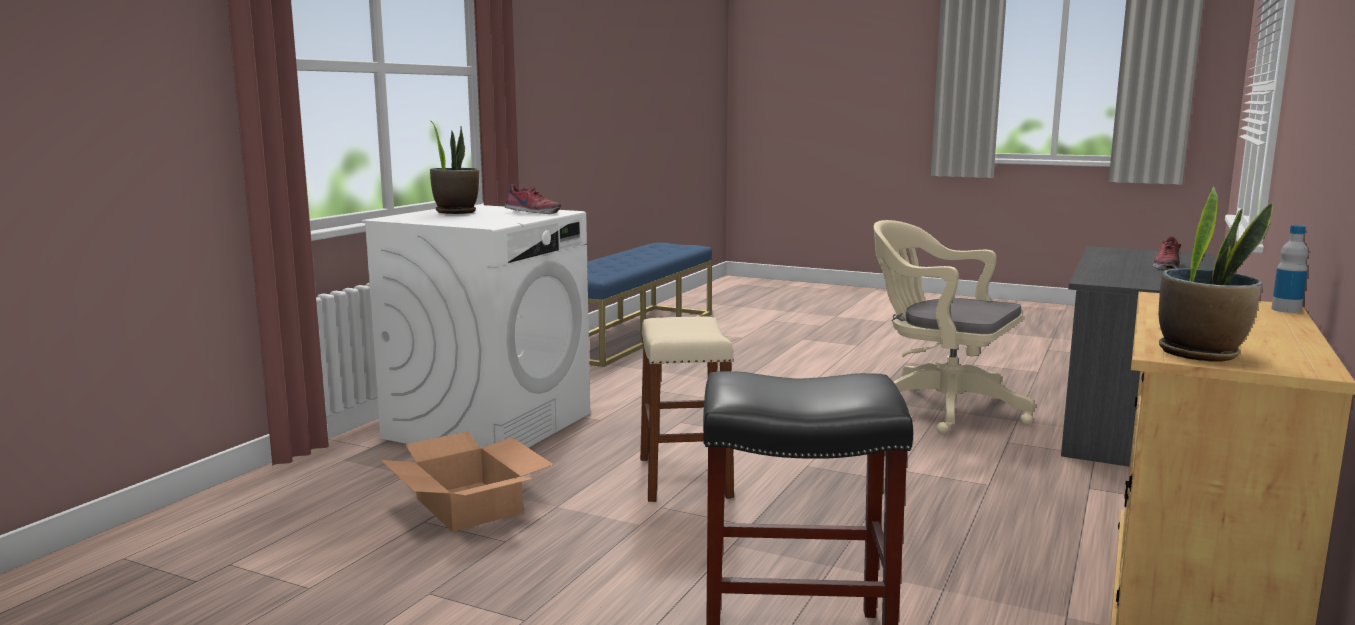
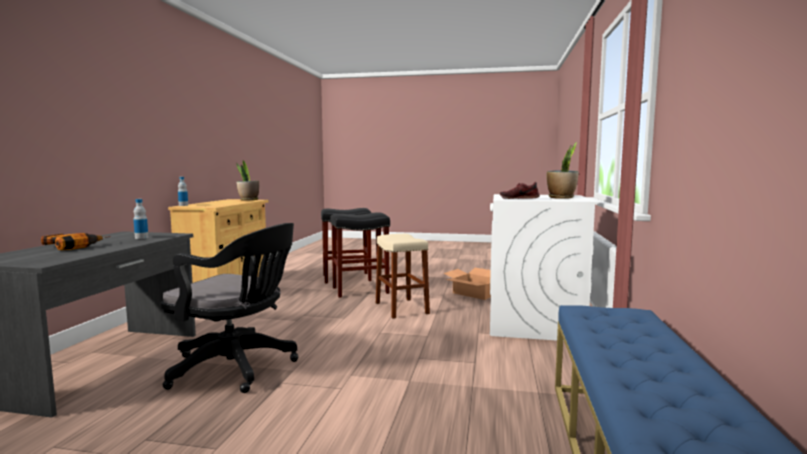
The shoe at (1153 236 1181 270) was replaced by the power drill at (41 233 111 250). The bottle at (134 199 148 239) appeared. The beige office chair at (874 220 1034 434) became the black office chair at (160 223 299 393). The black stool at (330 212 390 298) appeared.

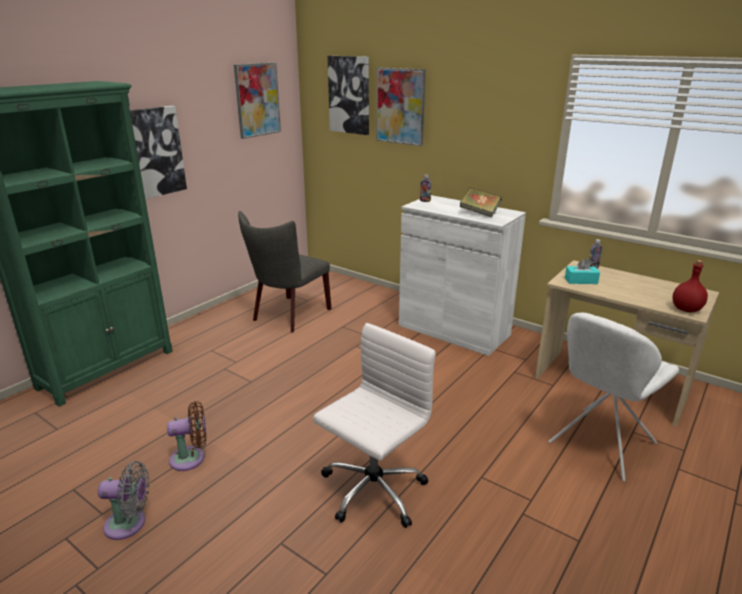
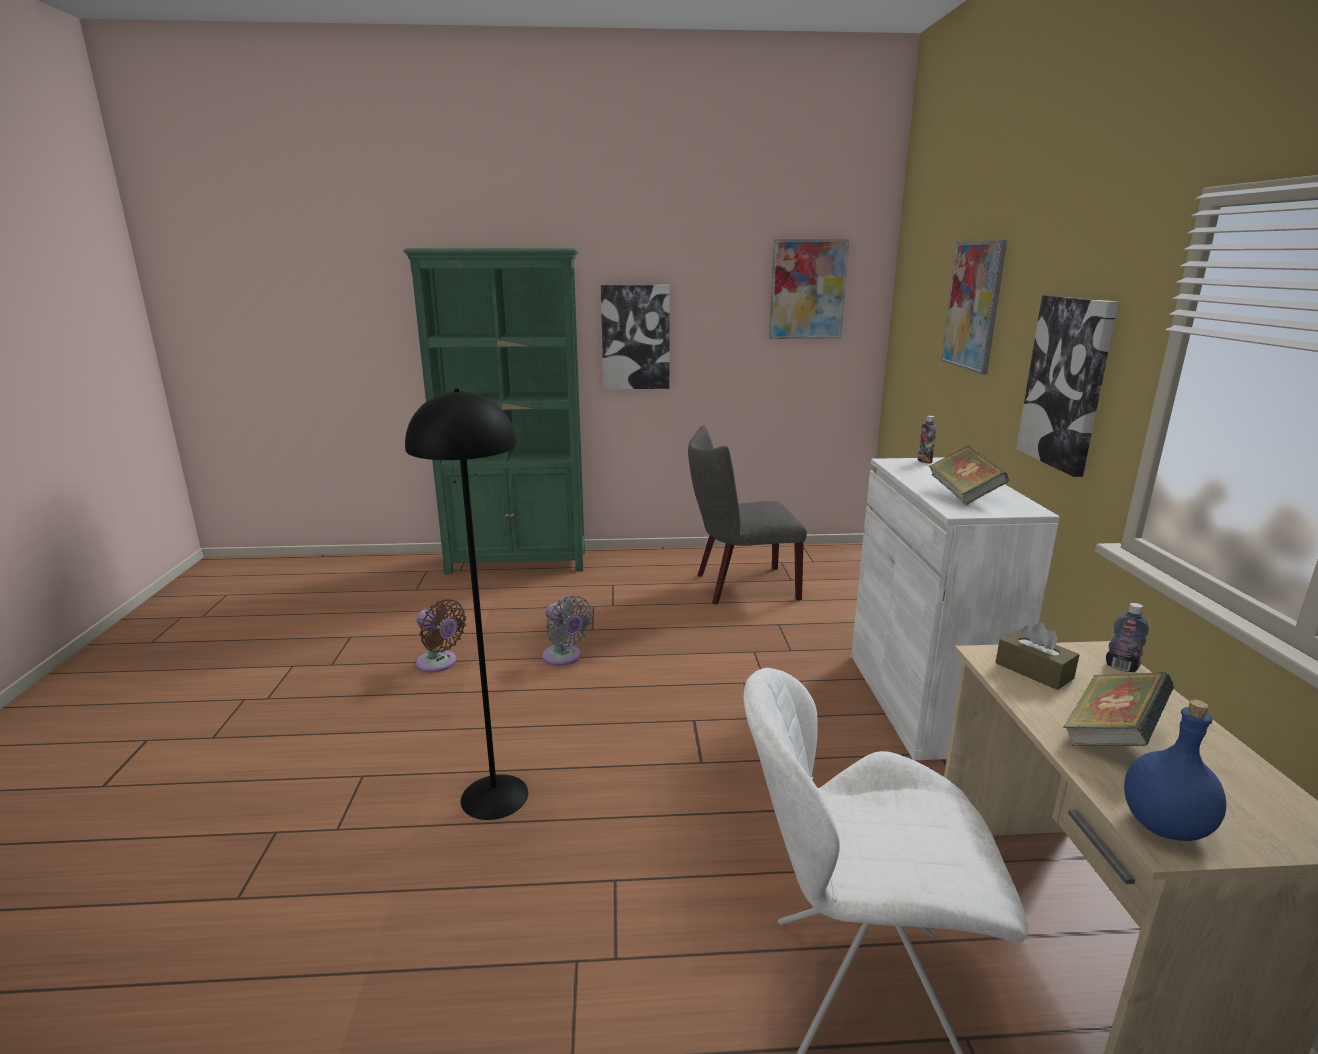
The white office chair at (313 323 435 528) was replaced by the black floor lamp at (405 388 528 820). The grey fan moved from (98 461 149 540) to (542 596 593 666). The turquoise tissue box at (565 258 600 284) became the brown tissue box at (995 622 1079 690). The picture moved from (327 56 369 135) to (1016 295 1118 477). The book at (1063 672 1174 746) appeared. The red bottle at (672 260 708 313) became the blue bottle at (1124 700 1226 841).

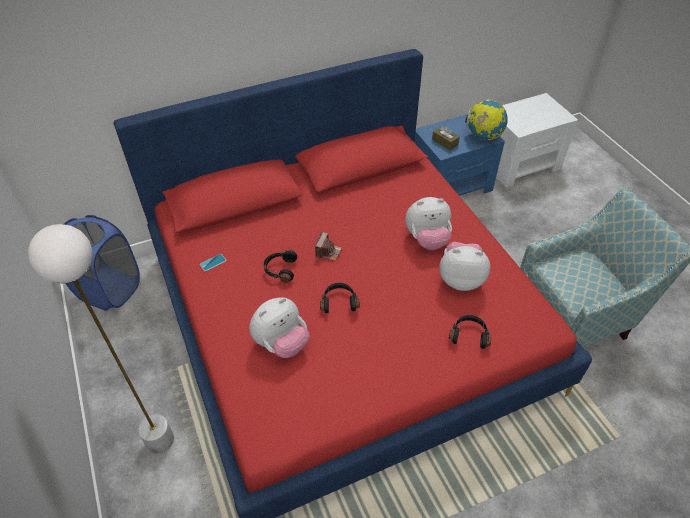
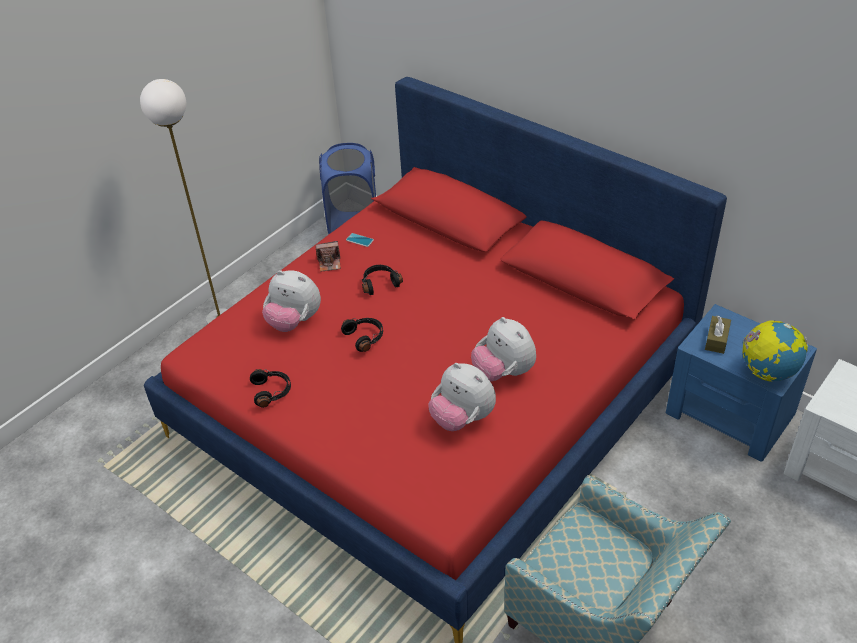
The black headphones moved from (449 315 491 349) to (250 369 291 408). The photo camera moved from (315 232 342 261) to (315 241 341 272). The plush toy at (439 242 490 291) turned 150 degrees clockwise.

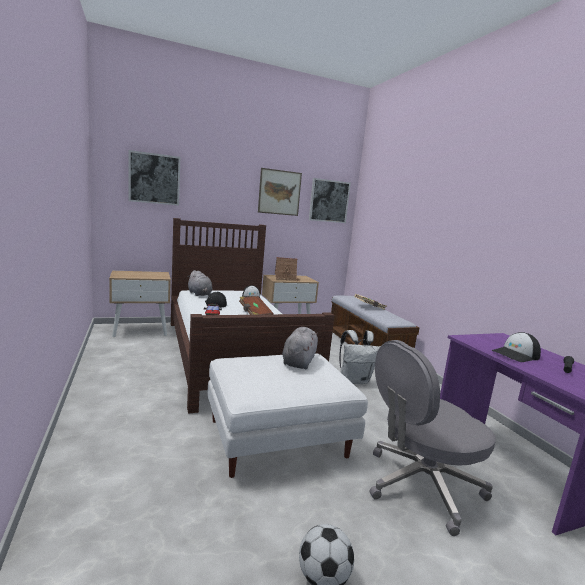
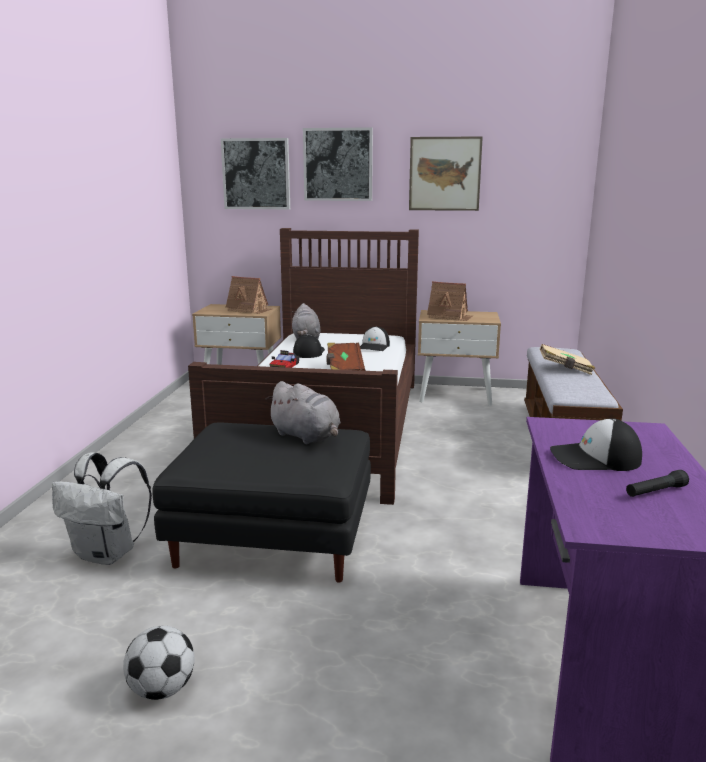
The white backpack moved from (339 330 381 384) to (52 452 152 565). The white ottoman at (208 353 368 478) became the black ottoman at (152 423 371 583). The toy house at (226 276 272 314) appeared. The grey plush toy at (282 327 318 369) turned 90 degrees clockwise. The picture moved from (309 178 351 223) to (303 127 373 201). The grey office chair at (370 340 496 536) disappeared.

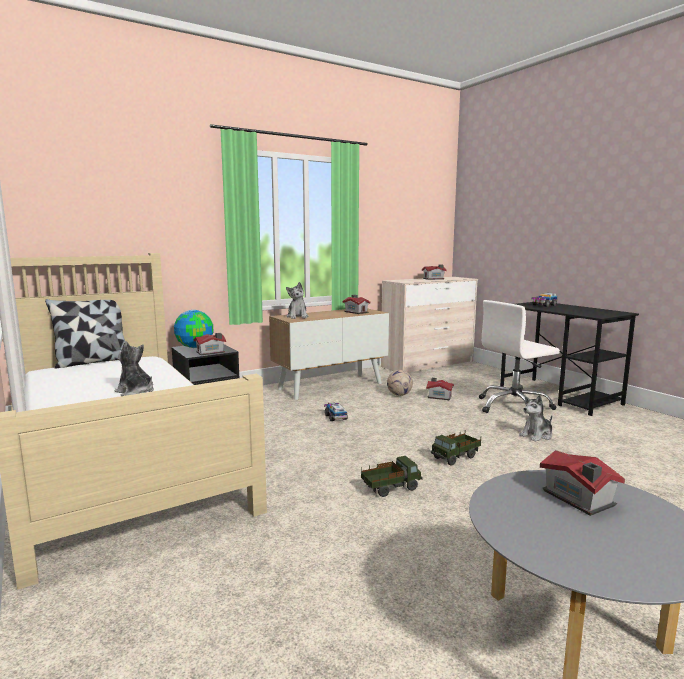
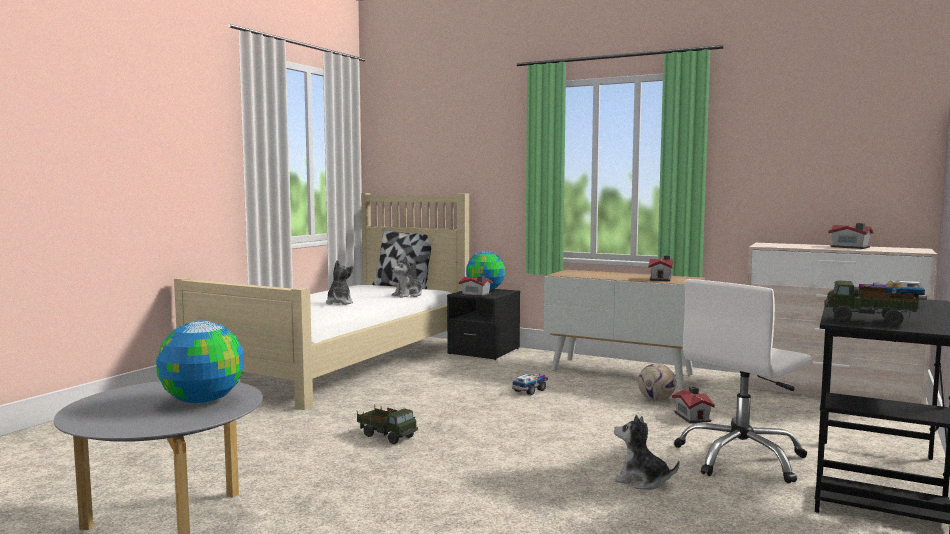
The toy house at (540 450 625 516) was replaced by the globe at (156 321 244 404). The plush toy moved from (286 282 308 319) to (392 256 425 298). The white office chair at (479 300 560 413) turned 75 degrees counterclockwise. The toy truck moved from (431 433 481 466) to (824 280 919 326).

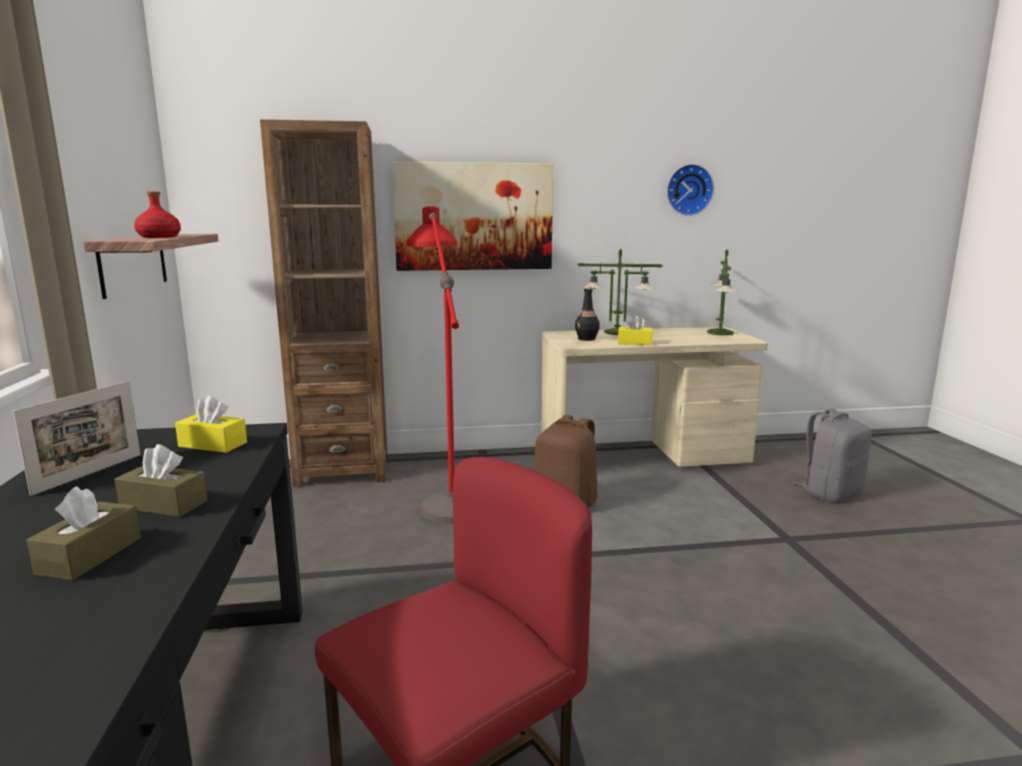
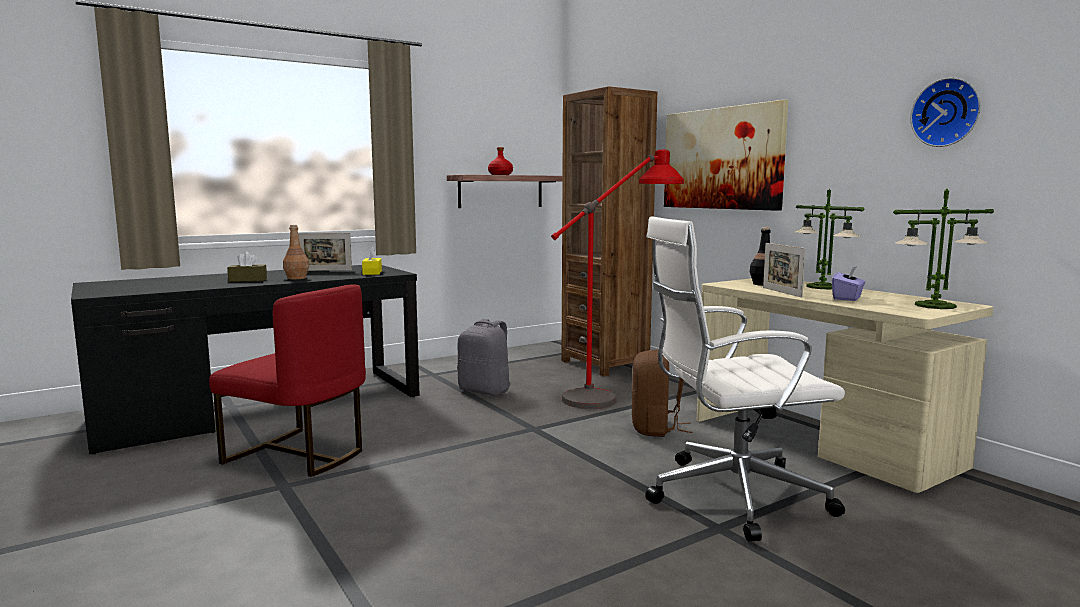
The brown tissue box at (115 444 208 517) was replaced by the brown bottle at (283 225 309 279). The grey backpack moved from (792 408 871 502) to (457 319 511 396). The white office chair at (645 216 845 542) appeared. The yellow tissue box at (618 315 652 345) was replaced by the picture frame at (763 243 806 298). The purple tissue box at (832 266 866 301) appeared.

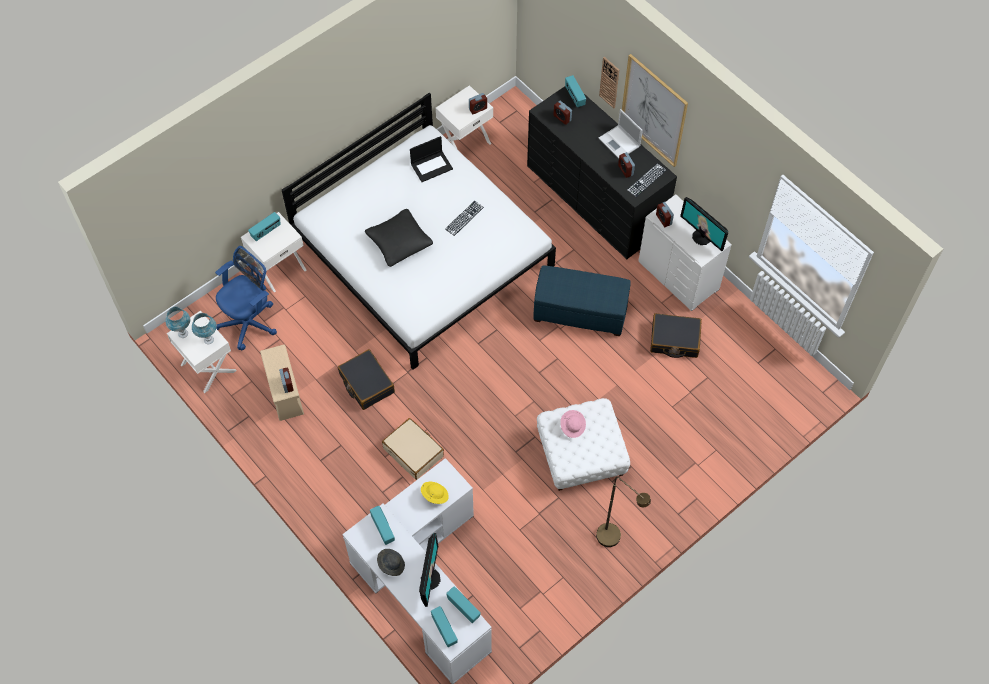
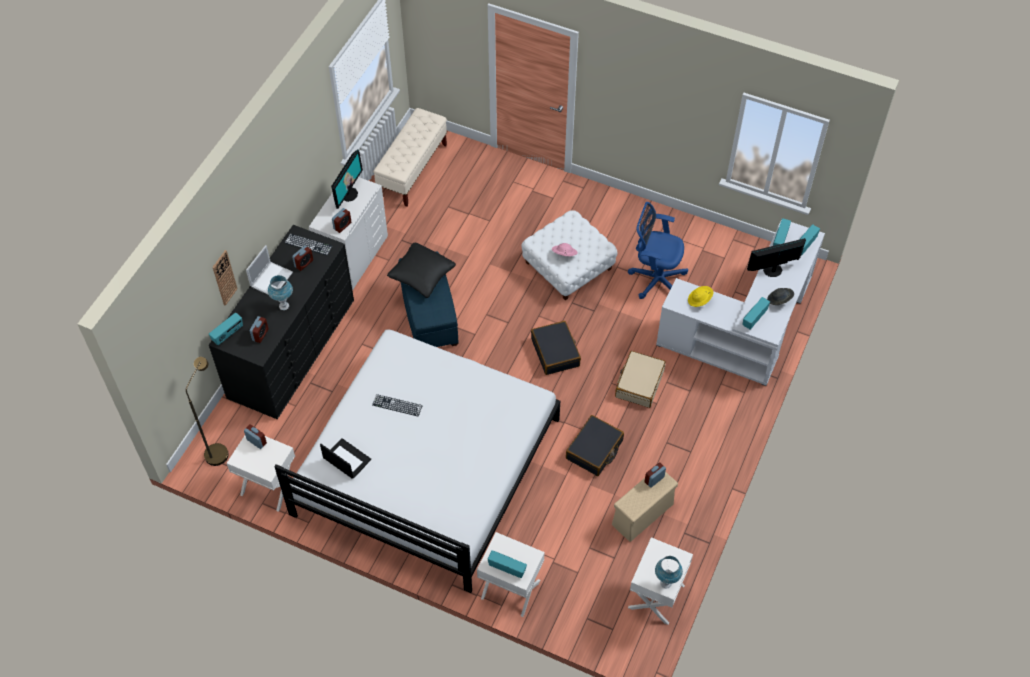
The brown floor lamp moved from (596 477 651 547) to (186 357 229 466). The blue table lamp moved from (192 313 217 344) to (268 275 293 310). The beige bench at (373 108 447 207) appeared. The black pillow moved from (365 209 433 267) to (387 243 456 298). The black suitcase moved from (650 313 702 358) to (531 321 581 375). The blue office chair moved from (215 246 277 350) to (628 202 688 299). The picture at (622 54 688 167) disappeared.

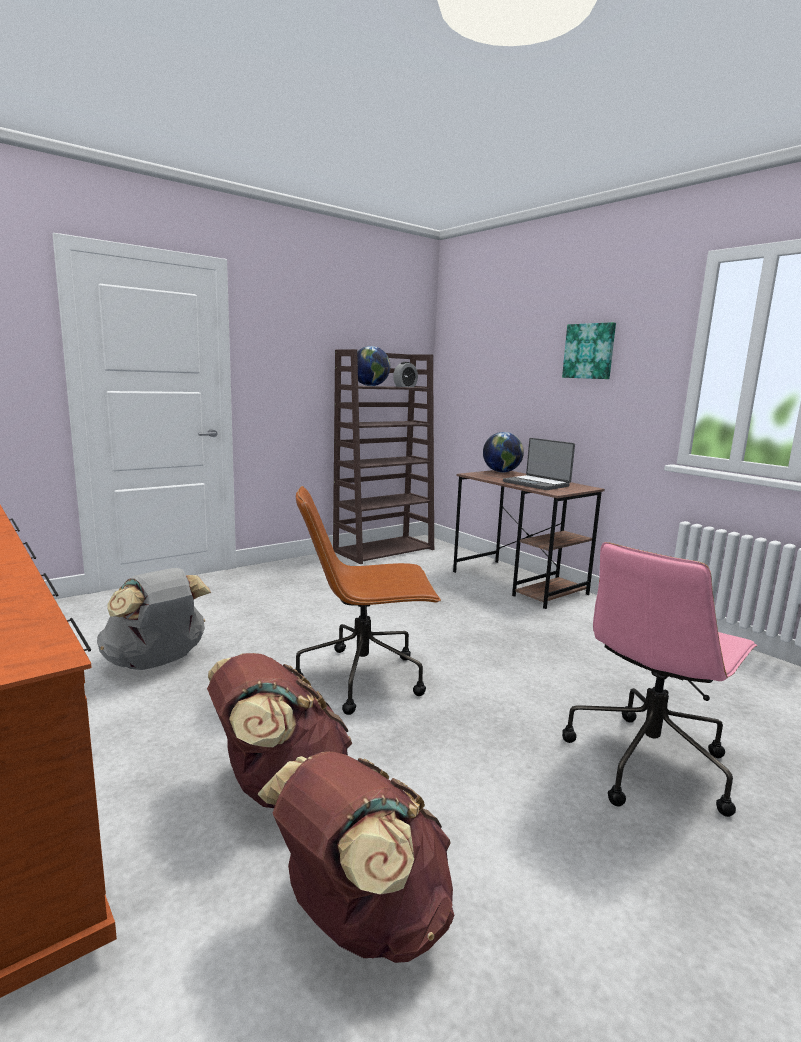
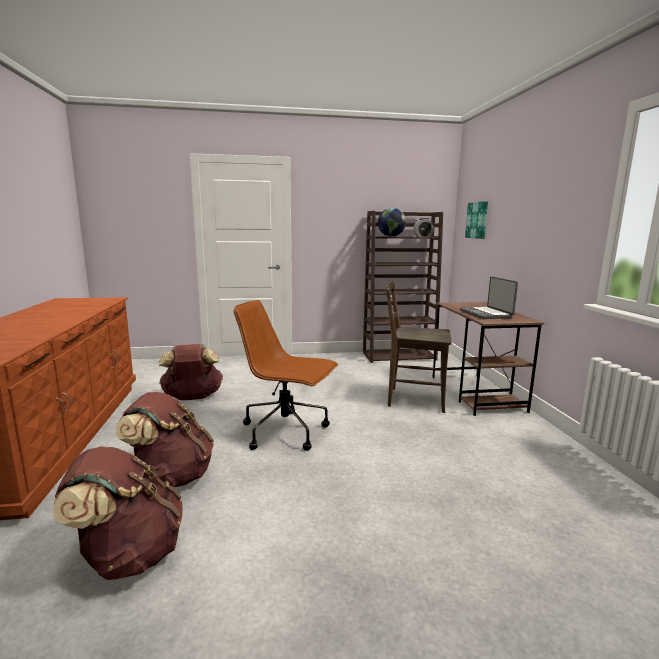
The grey backpack at (97 568 211 670) became the brown backpack at (159 344 223 400). The brown chair at (385 281 452 413) appeared. The picture moved from (562 322 616 379) to (465 201 488 239). The globe at (483 432 524 472) disappeared. The pink office chair at (562 542 757 817) disappeared.

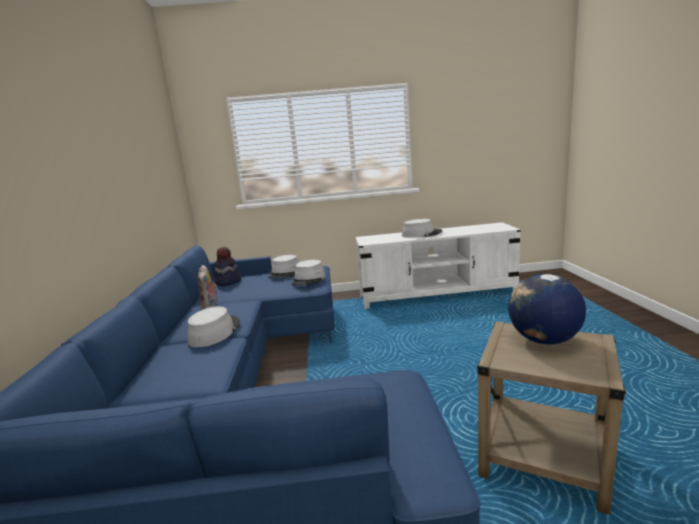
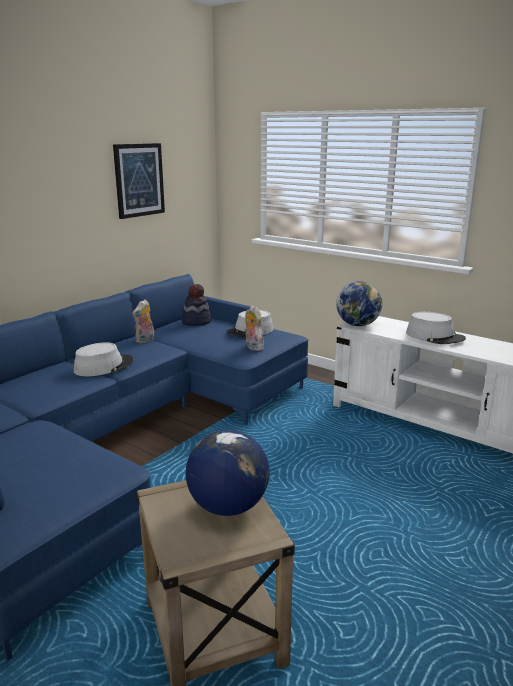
The picture at (113 143 165 219) appeared. The grey hat at (292 259 326 285) was replaced by the plush toy at (244 305 264 351). The globe at (336 281 382 326) appeared.

